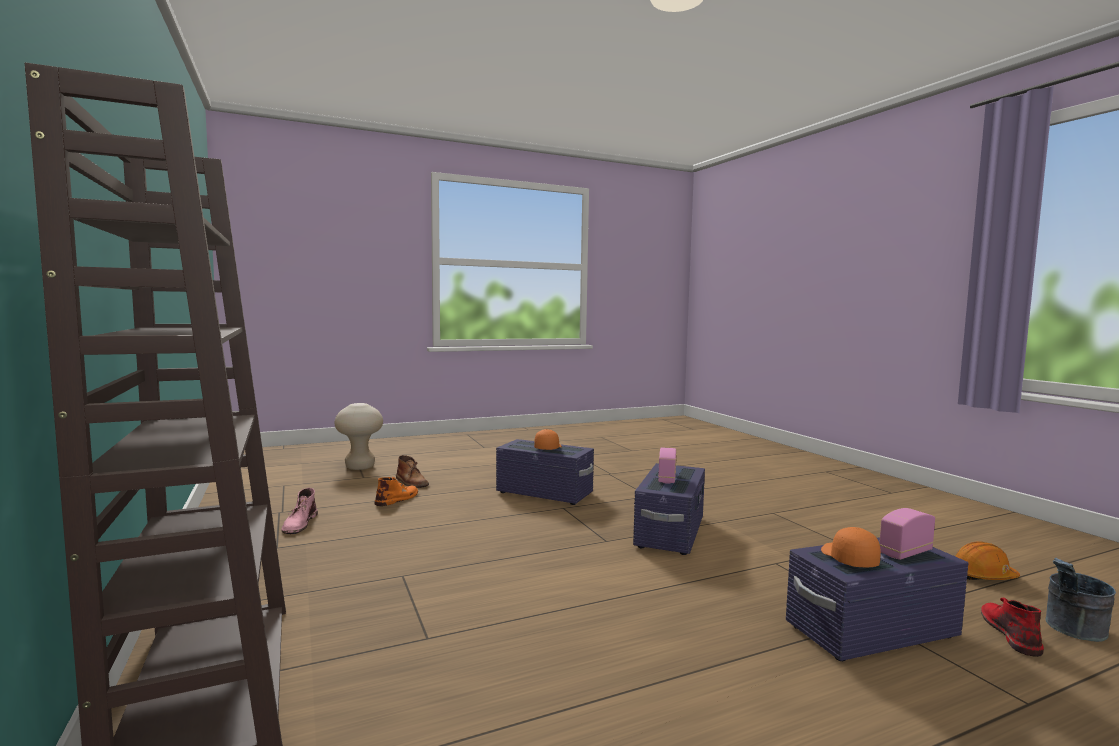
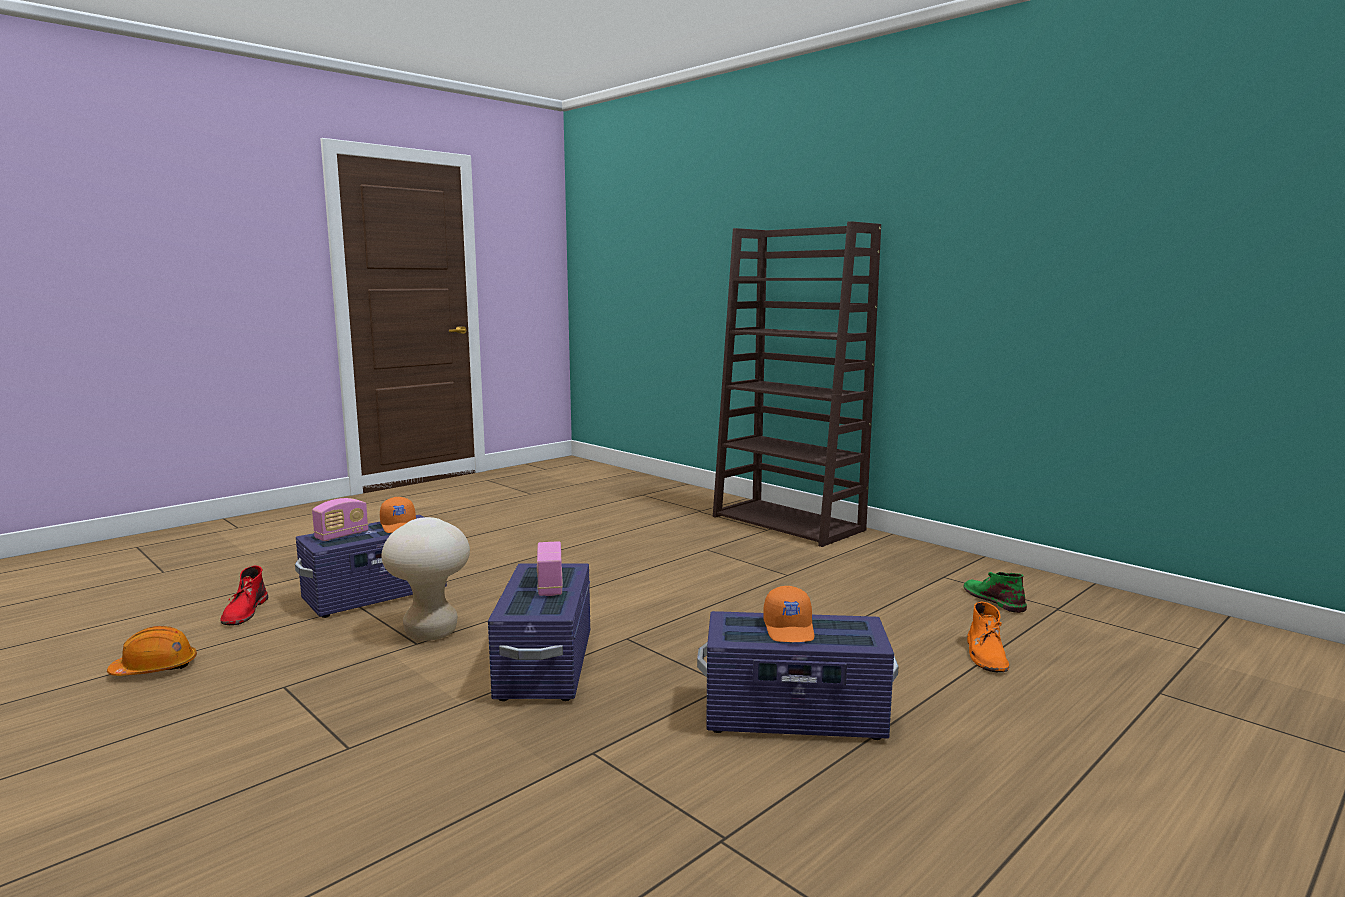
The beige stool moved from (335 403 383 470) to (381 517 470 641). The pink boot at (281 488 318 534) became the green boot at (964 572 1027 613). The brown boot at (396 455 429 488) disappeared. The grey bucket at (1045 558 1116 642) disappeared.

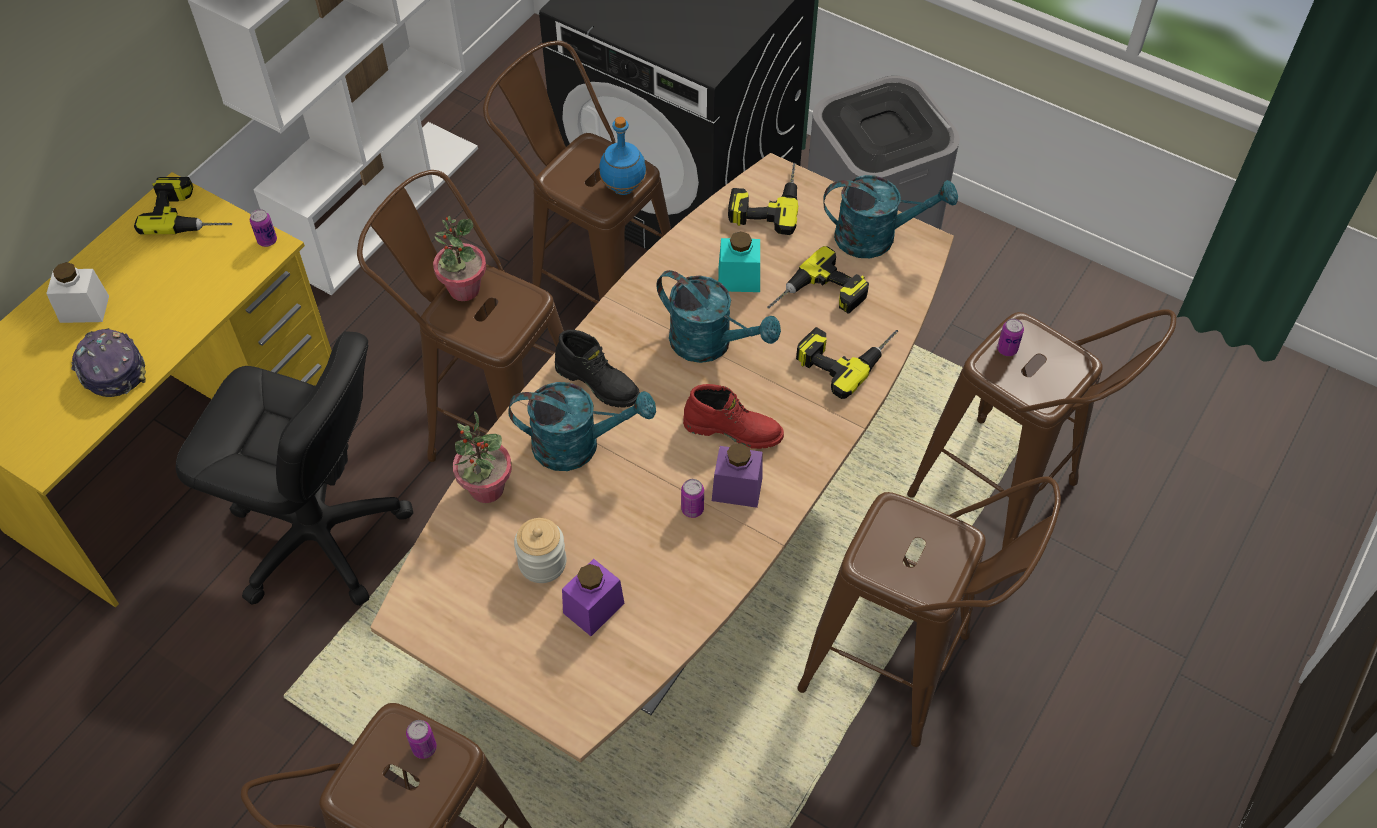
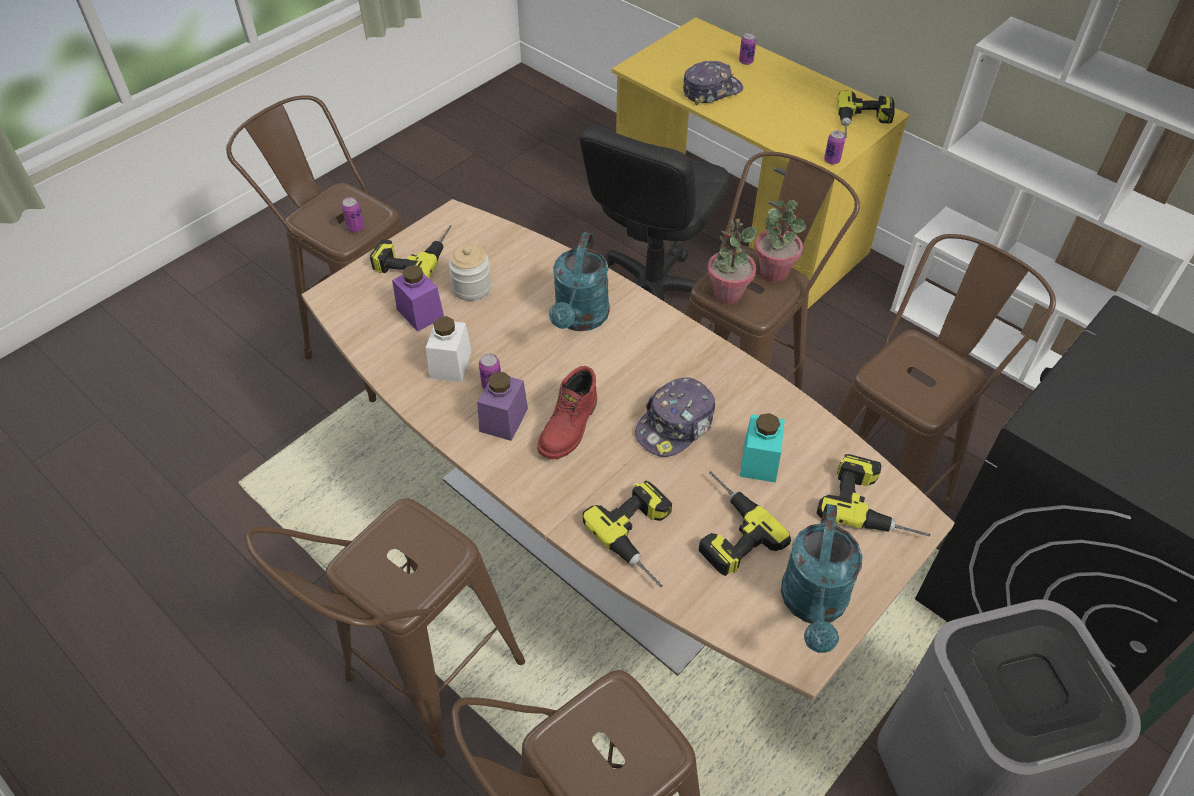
The power drill at (370 225 452 278) appeared. The white jar moved from (46 262 109 323) to (426 316 472 382). The turquoise watering can at (656 270 781 363) was replaced by the cap at (635 377 715 457). The potted plant moved from (453 411 512 503) to (708 219 757 304). The can moved from (997 318 1024 356) to (739 33 756 65). The black boot at (555 330 640 408) disappeared. The blue bottle at (599 117 646 195) disappeared.

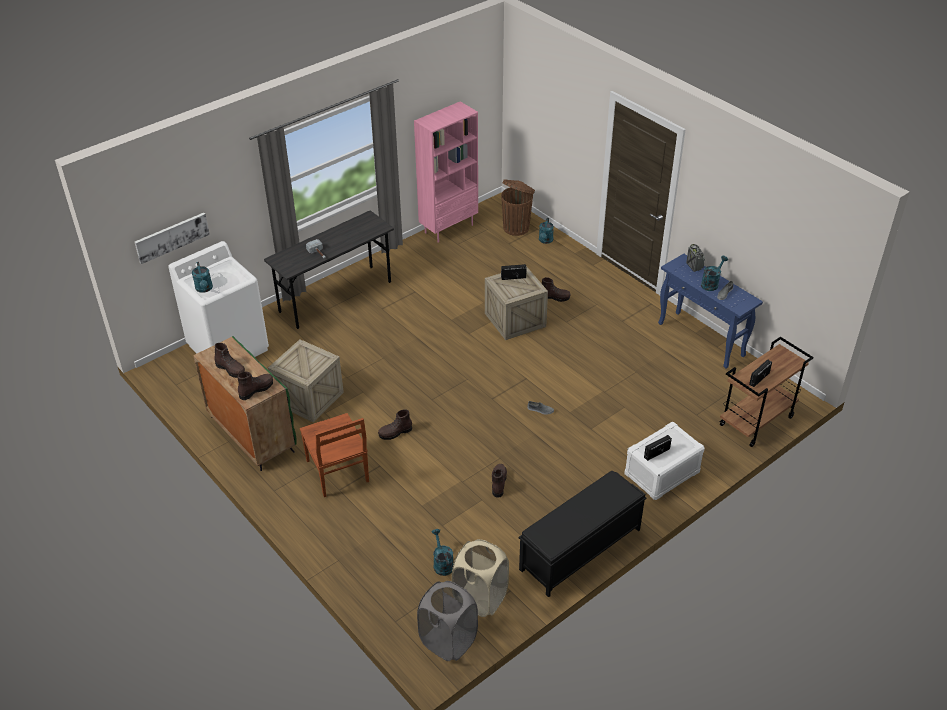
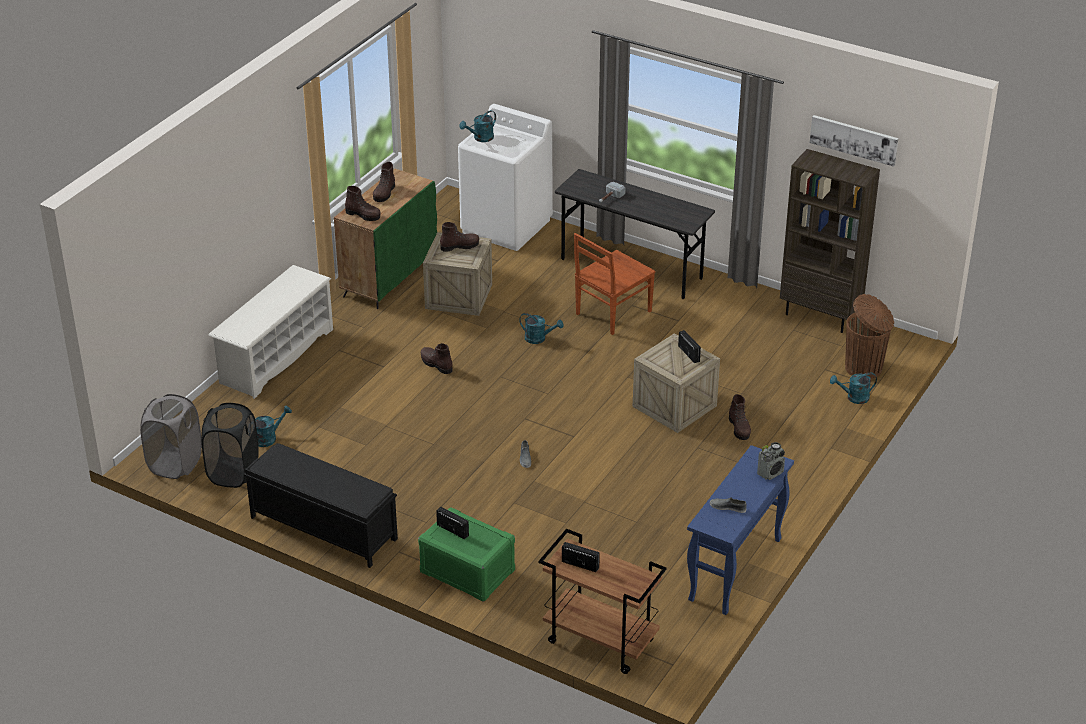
The beige laundry basket at (452 539 509 617) became the black laundry basket at (201 403 259 488). The white shoe rack at (208 265 333 399) appeared. The white storage box at (625 422 705 500) became the green storage box at (418 507 515 602). The brown boot moved from (492 464 507 497) to (440 222 479 252). The turquoise watering can moved from (701 256 728 291) to (519 313 564 344). The brown chair moved from (300 413 369 497) to (574 233 656 335). The pink bookcase at (414 101 478 243) became the brown bookcase at (780 149 880 333). The picture moved from (135 213 210 264) to (810 115 899 167).

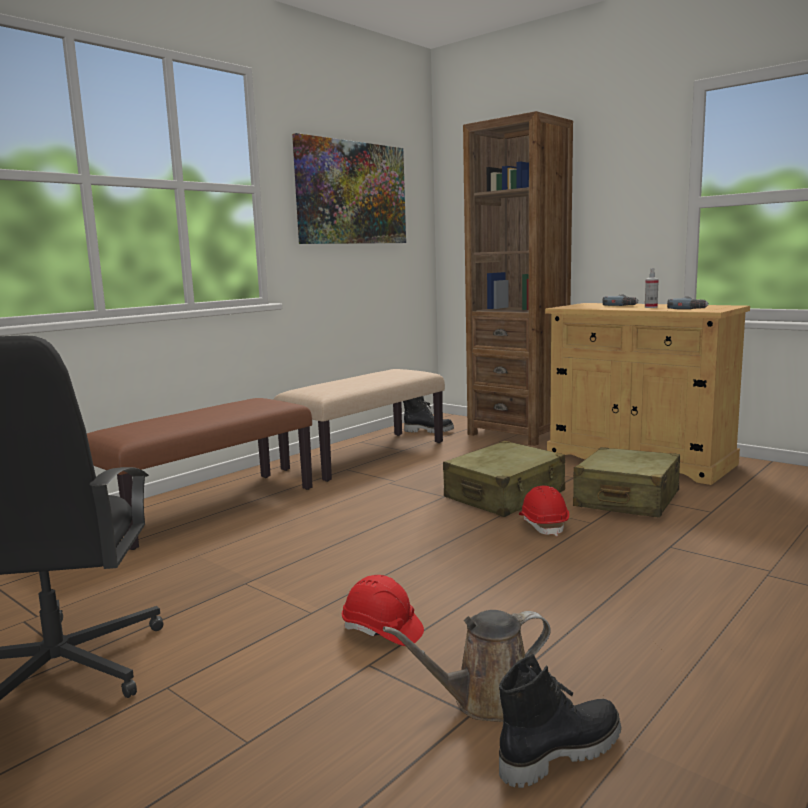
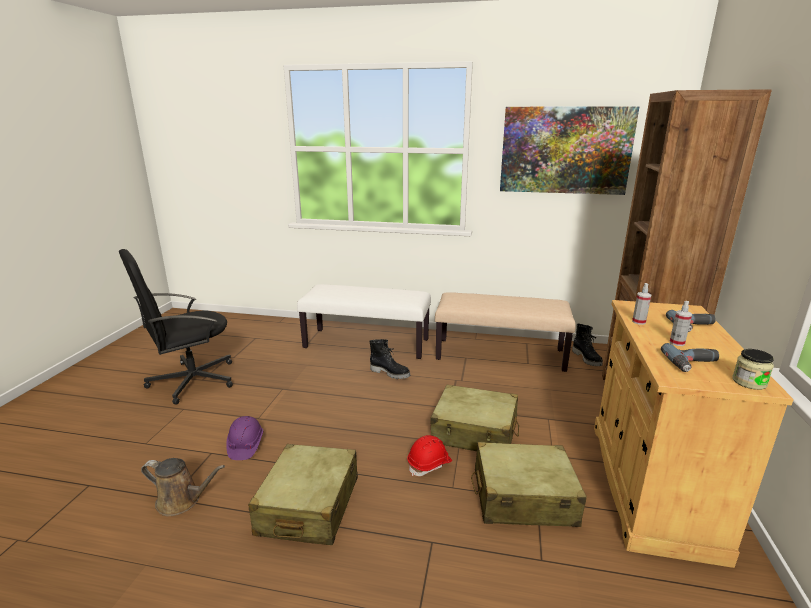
The brown watering can at (383 610 551 722) turned 150 degrees clockwise. The red hard hat at (342 575 424 646) became the purple hard hat at (226 416 263 460). The beige suitcase at (248 444 358 545) appeared. The brown bench at (87 398 313 550) became the white bench at (297 284 431 359). The black boot moved from (499 654 621 788) to (369 339 410 379). The spray bottle at (632 283 651 325) appeared. The jar at (732 349 774 390) appeared.

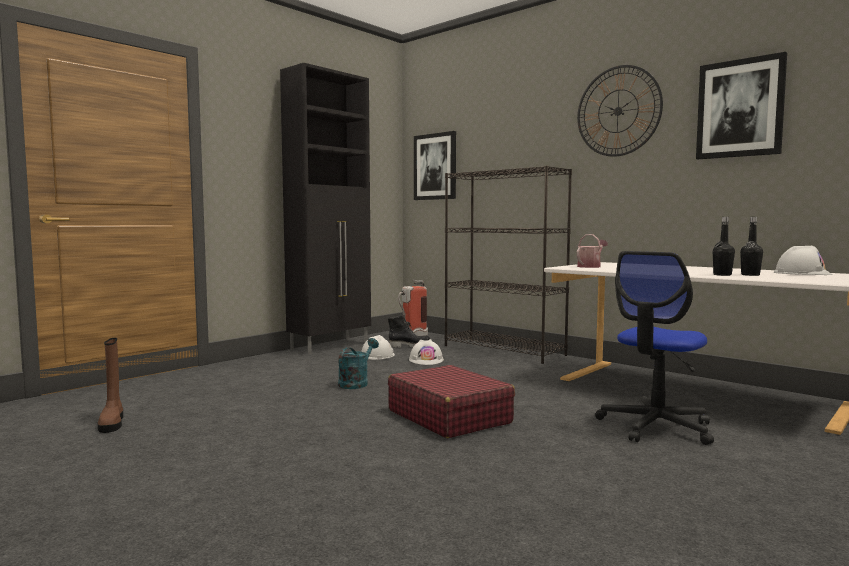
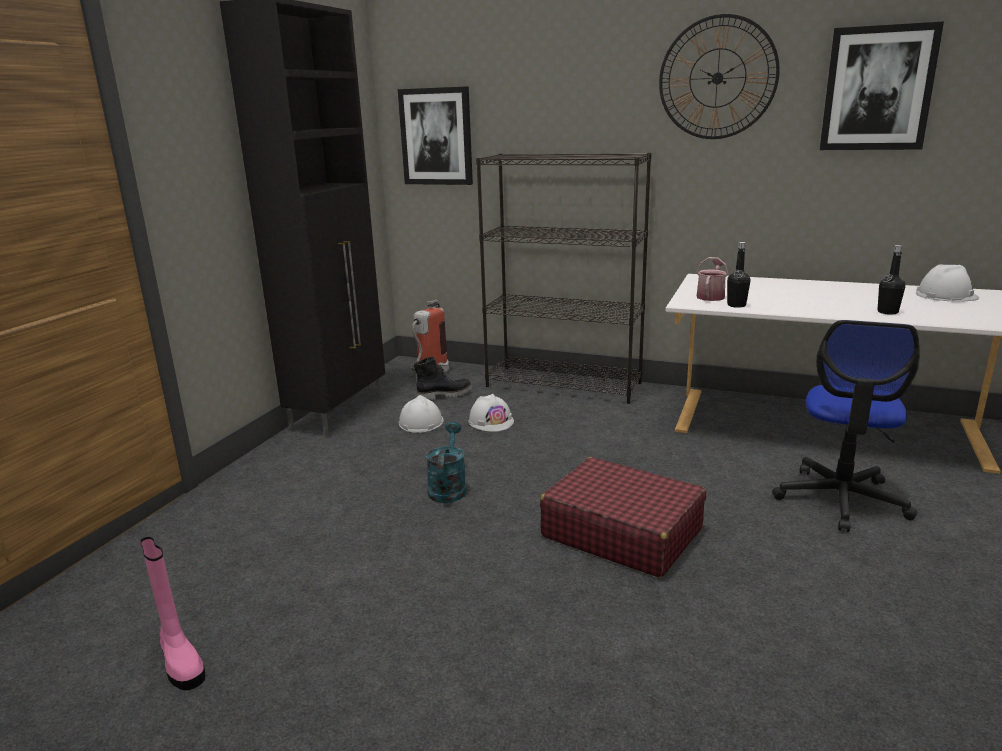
The brown boot at (98 338 123 433) became the pink boot at (140 537 205 690). The black bottle moved from (740 217 763 276) to (727 242 751 308).

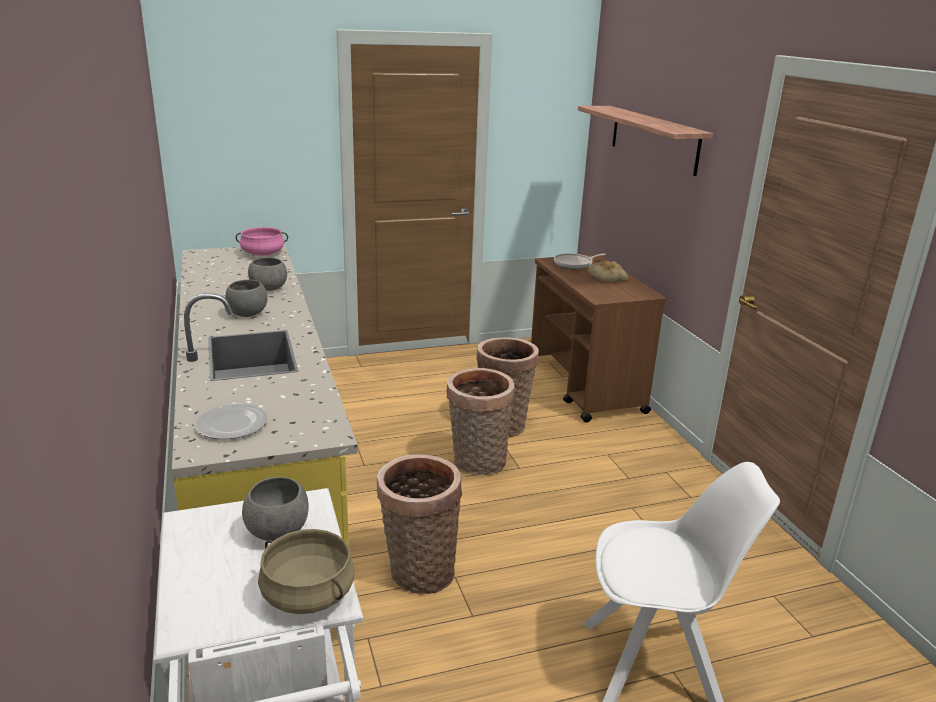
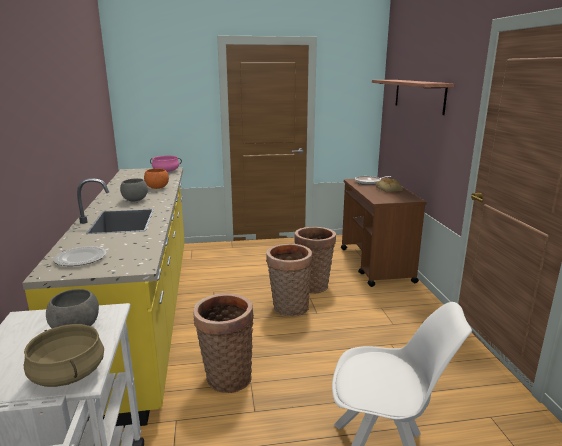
The grey bowl at (248 257 287 291) became the orange bowl at (144 168 169 189).

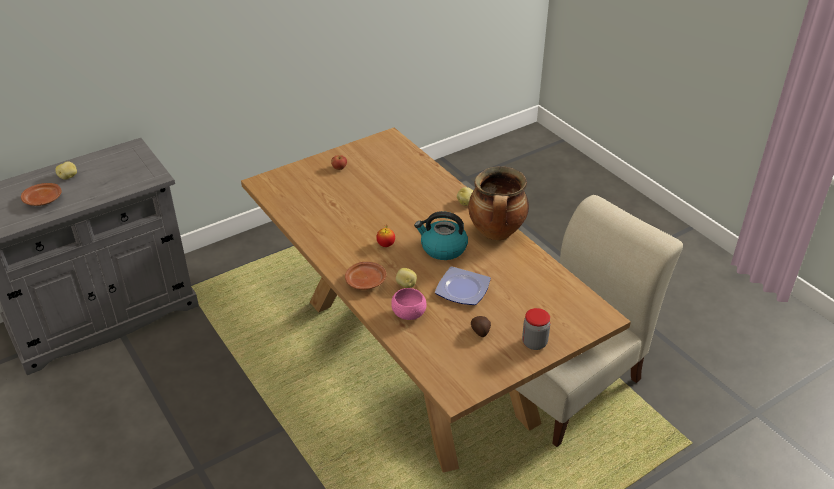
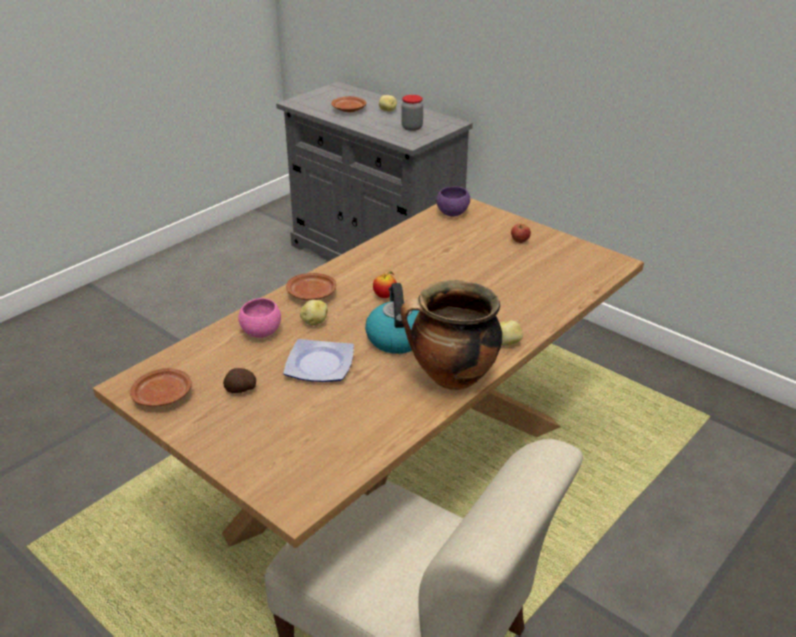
The brown plate at (130 368 192 407) appeared. The jar moved from (522 308 550 350) to (402 95 423 131). The purple bowl at (436 186 470 216) appeared.

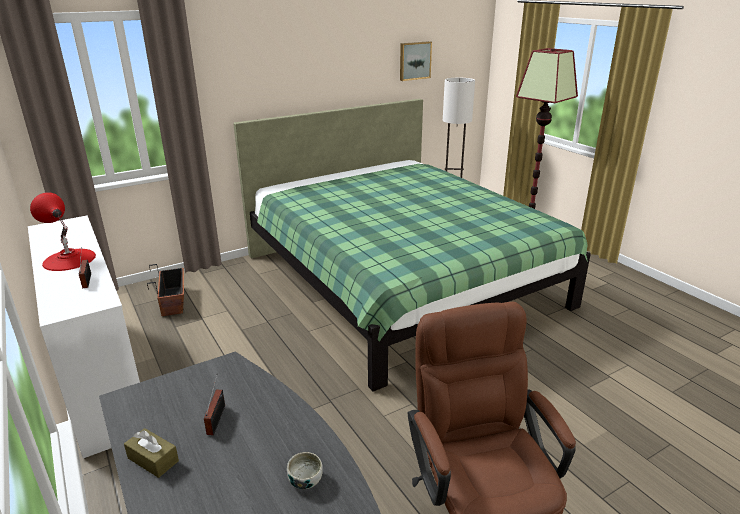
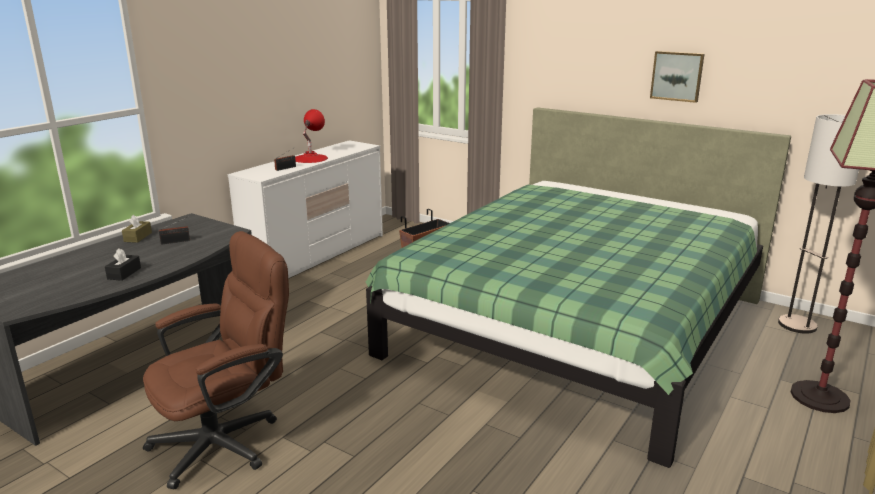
The bowl at (287 452 323 489) was replaced by the black tissue box at (105 248 141 281). The picture moved from (400 41 432 81) to (650 51 704 103).

